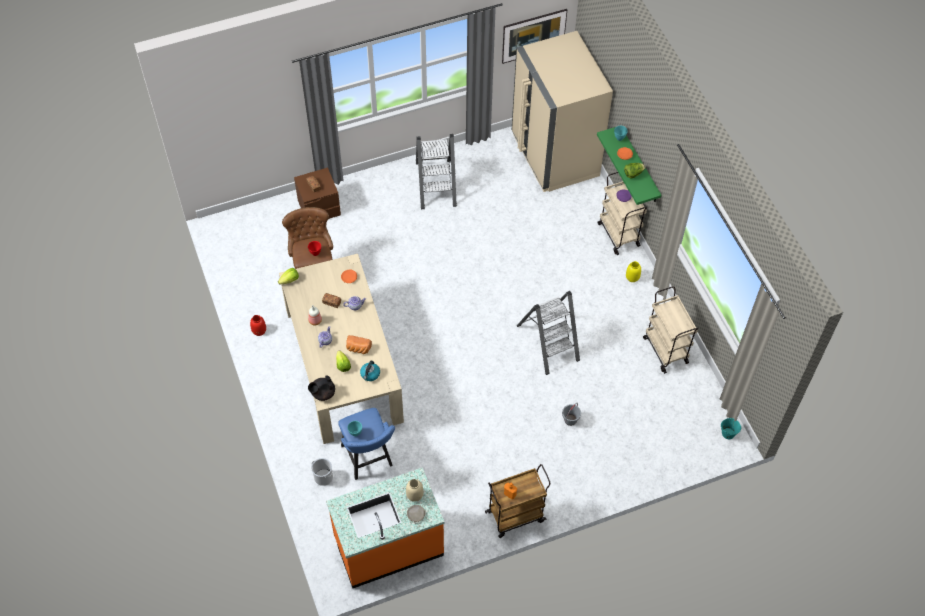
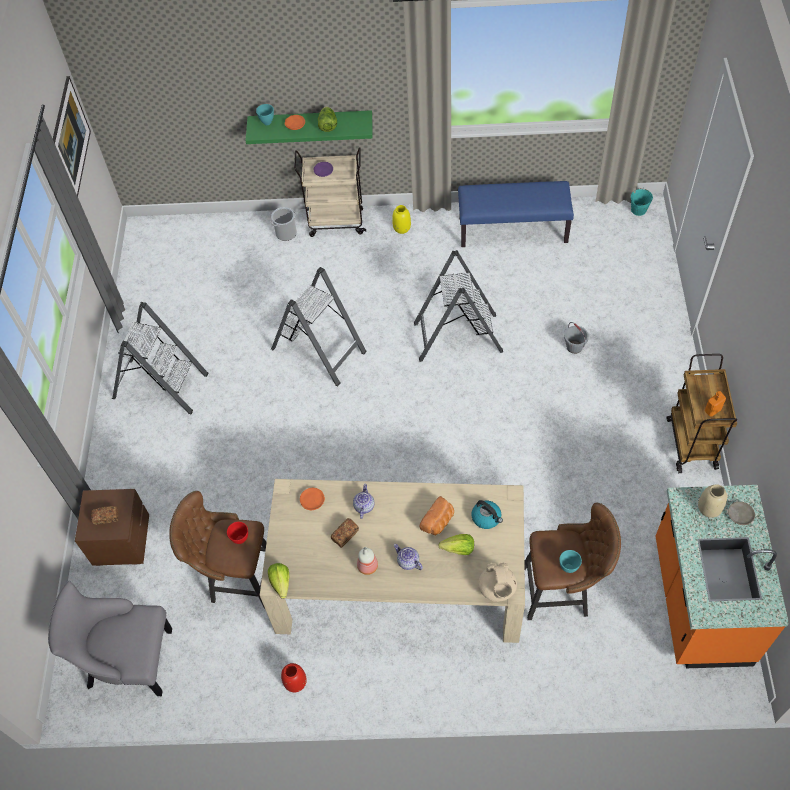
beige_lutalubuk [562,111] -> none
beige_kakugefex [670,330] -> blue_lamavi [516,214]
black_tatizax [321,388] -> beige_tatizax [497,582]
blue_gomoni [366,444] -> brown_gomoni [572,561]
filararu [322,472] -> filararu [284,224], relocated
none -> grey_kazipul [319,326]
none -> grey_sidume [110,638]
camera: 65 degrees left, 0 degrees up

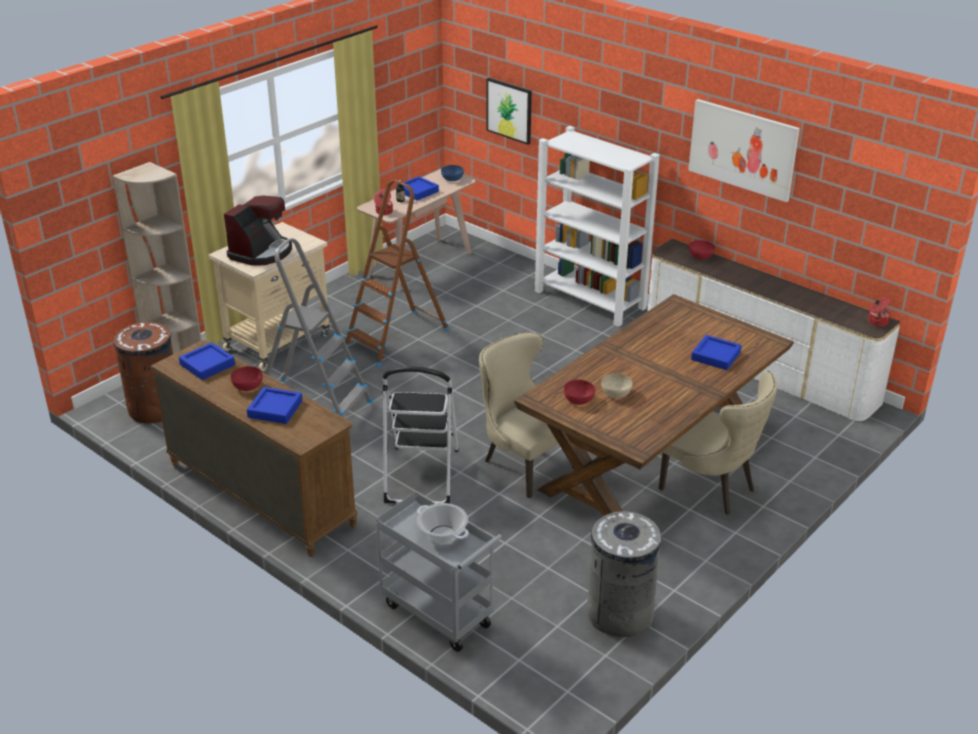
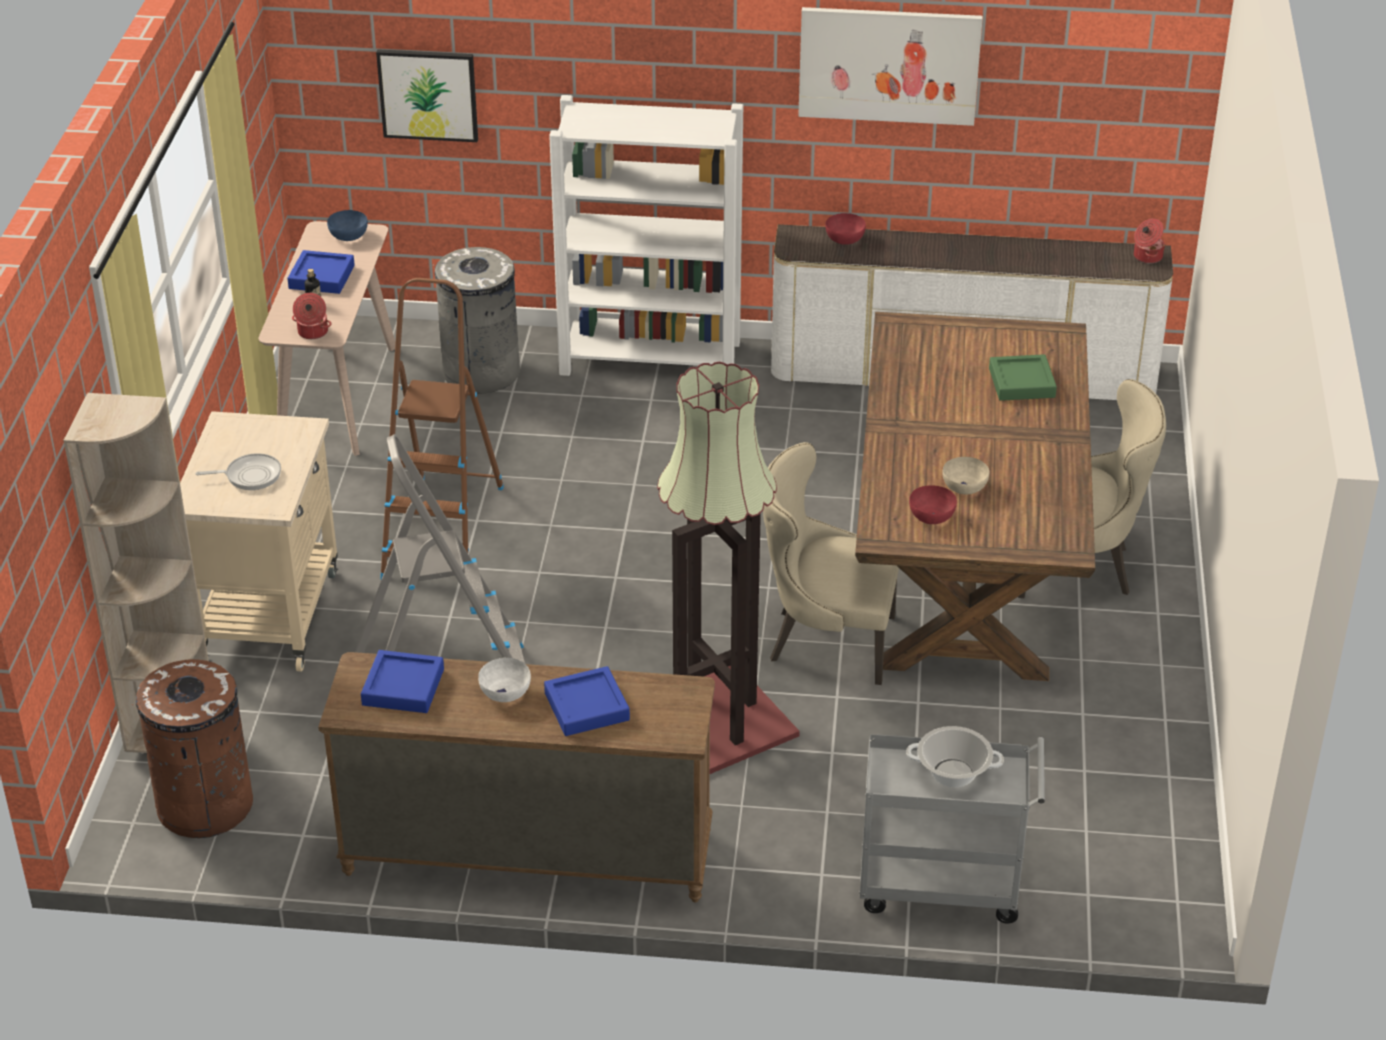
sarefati [258,231] -> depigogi [238,471]
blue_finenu [716,352] -> green_finenu [1023,377]
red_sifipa [247,378] -> white_sifipa [504,680]
kazipul [420,435] -> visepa [728,568]
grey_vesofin [624,574] -> grey_vesofin [477,320], relocated
camera: 35 degrees left, 5 degrees up

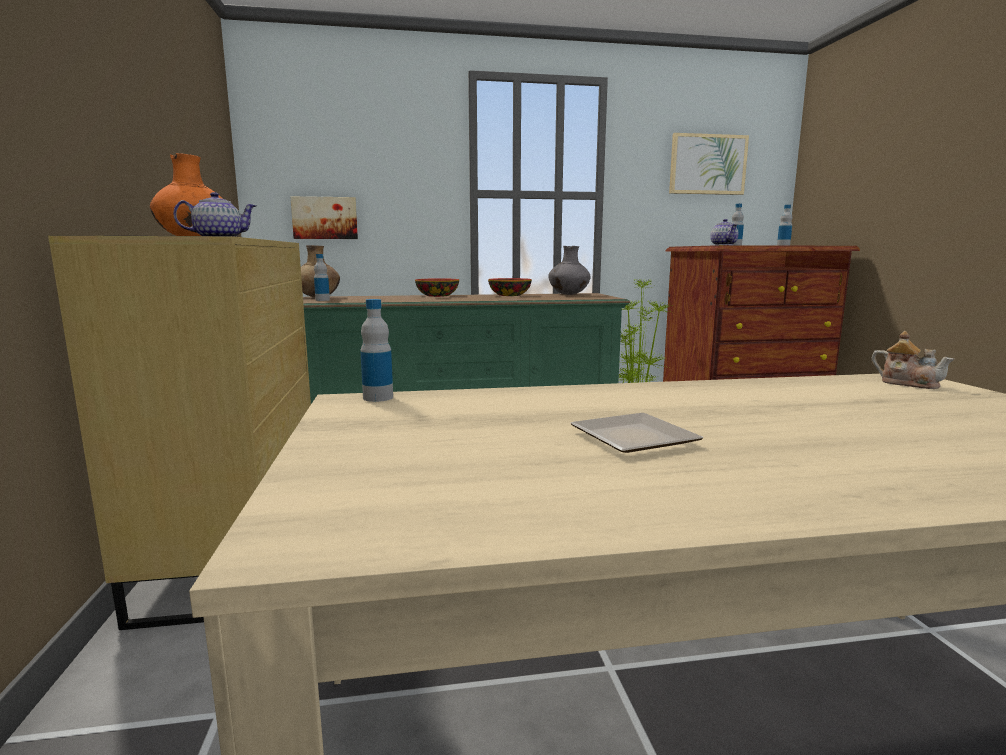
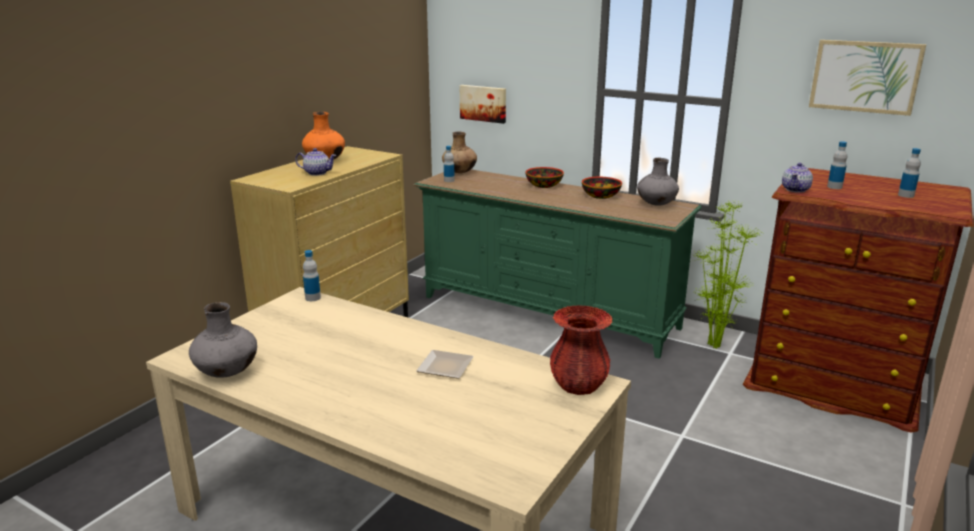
tatizax [913,360] -> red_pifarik [581,350]
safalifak [637,433] -> safalifak [445,364], relocated
none -> grey_pifarik [223,340]
camera: 40 degrees right, 10 degrees up

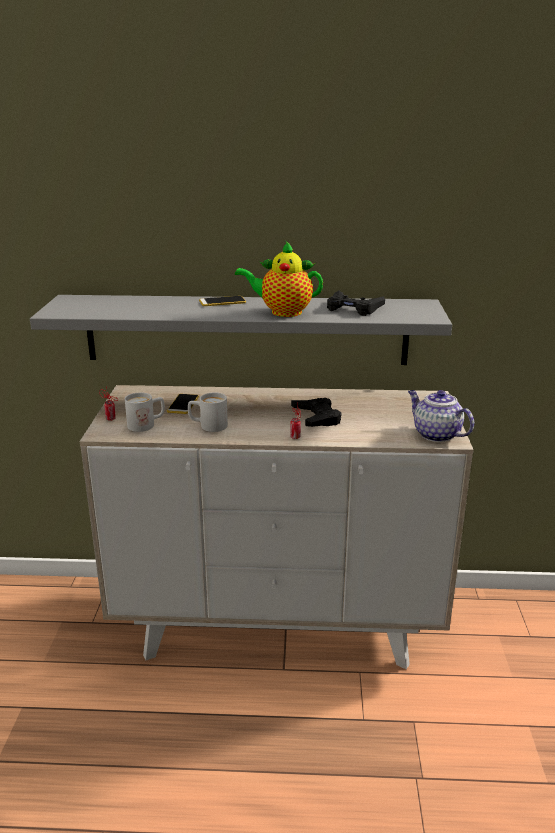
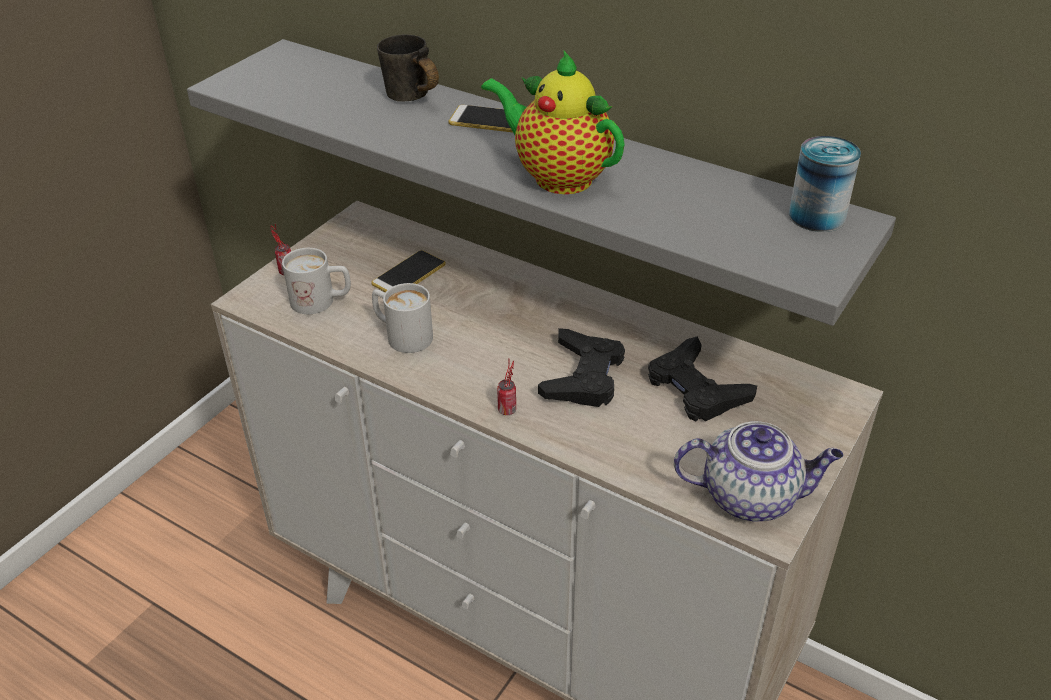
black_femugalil [356,303] -> black_femugalil [702,378], relocated
tatizax [441,416] -> tatizax [759,471], 105 degrees clockwise
none -> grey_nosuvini [408,68]
none -> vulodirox [825,184]
camera: 30 degrees right, 15 degrees up

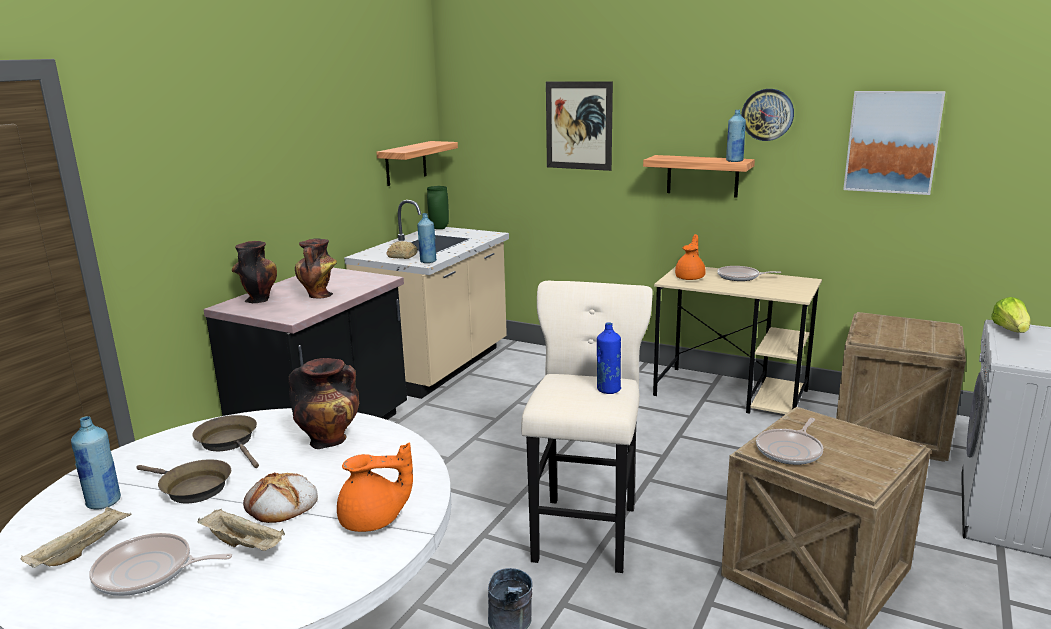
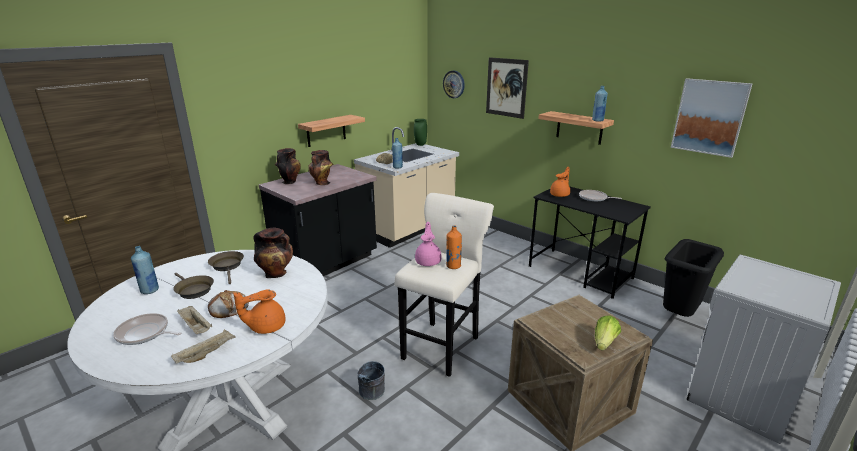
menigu [767,115] -> menigu [454,84], relocated
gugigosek [417,163] -> gugigosek [331,131], relocated
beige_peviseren [737,340] -> black_peviseren [590,242]
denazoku [1011,315] -> denazoku [608,333], relocated
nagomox [901,387] -> black_vesofin [693,278]
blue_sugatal [609,358] -> orange_sugatal [454,247]
depigogi [789,441] -> none
orange_tatizax [375,487] -> orange_tatizax [259,312], 150 degrees clockwise
beige_finenu [76,537] -> beige_finenu [203,346], relocated
none -> pink_tatizax [428,244]
camera: 15 degrees right, 5 degrees up

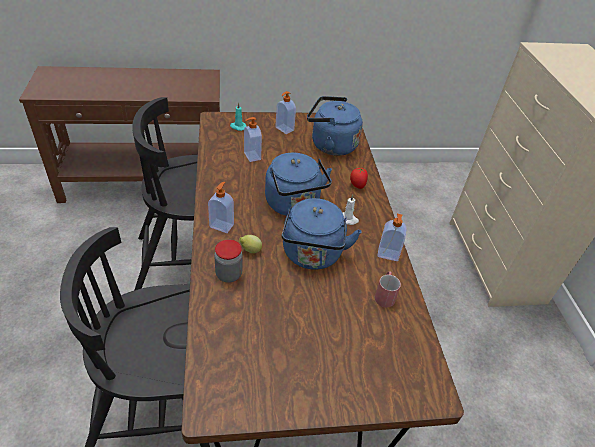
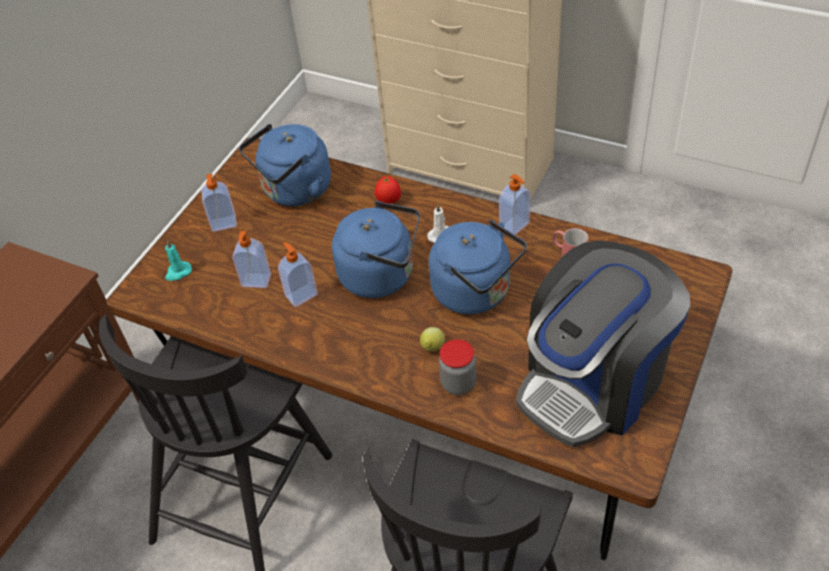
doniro [221,207] -> doniro [298,274], relocated
none -> sarefati [603,343]
camera: 50 degrees left, 5 degrees up

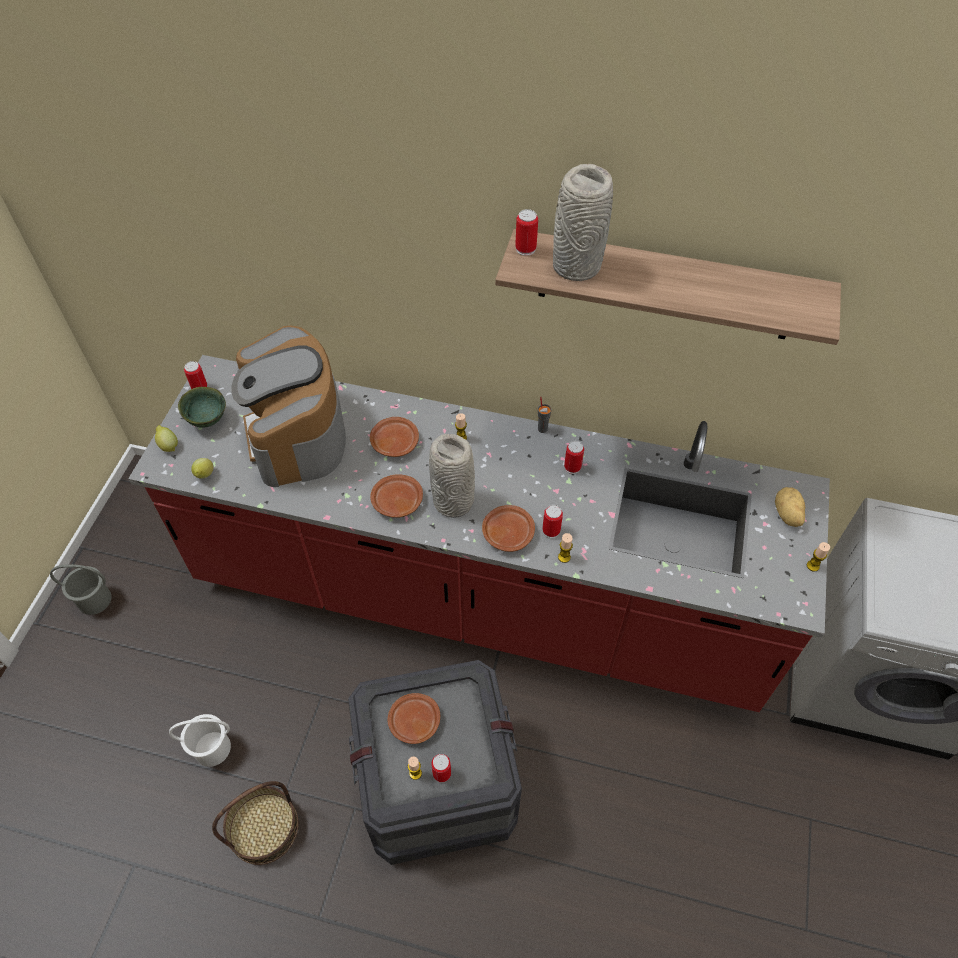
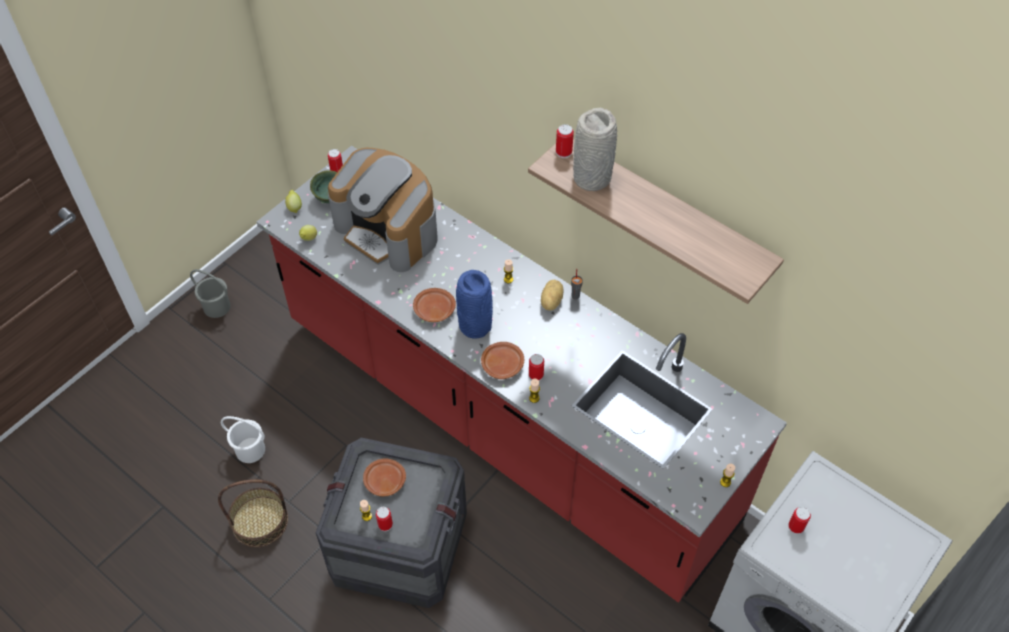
sarefati [289,406] -> sarefati [383,210], 60 degrees counterclockwise
brown_safalifak [394,437] -> none
grey_pifarik [452,476] -> blue_pifarik [474,304]
vulodirox [574,457] -> vulodirox [799,520], relocated
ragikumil [790,507] -> ragikumil [552,295], relocated
camera: 25 degrees right, 0 degrees up

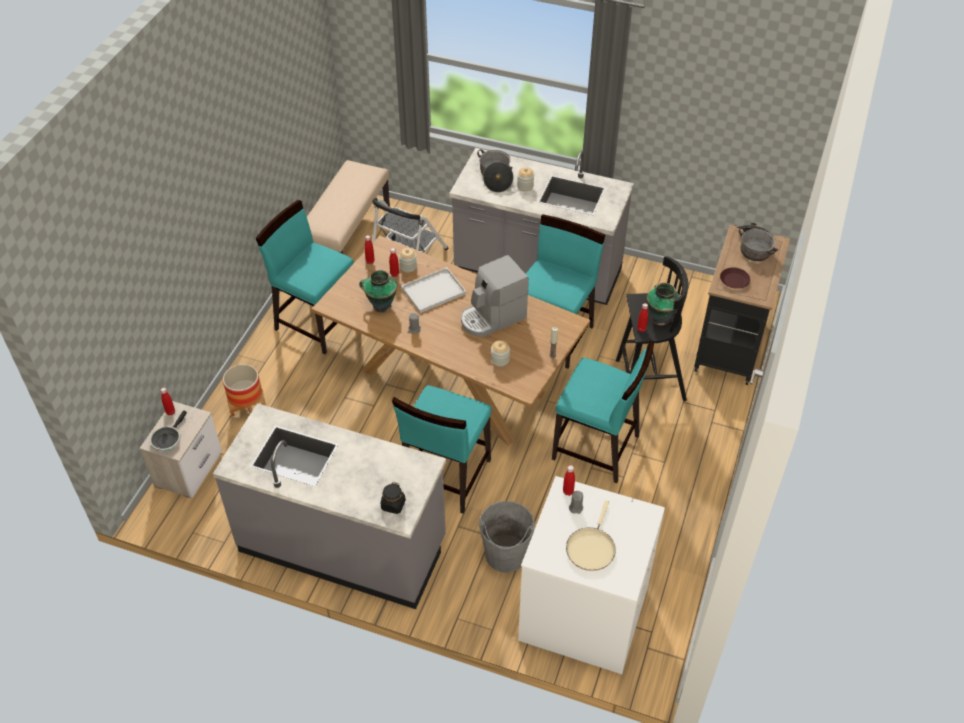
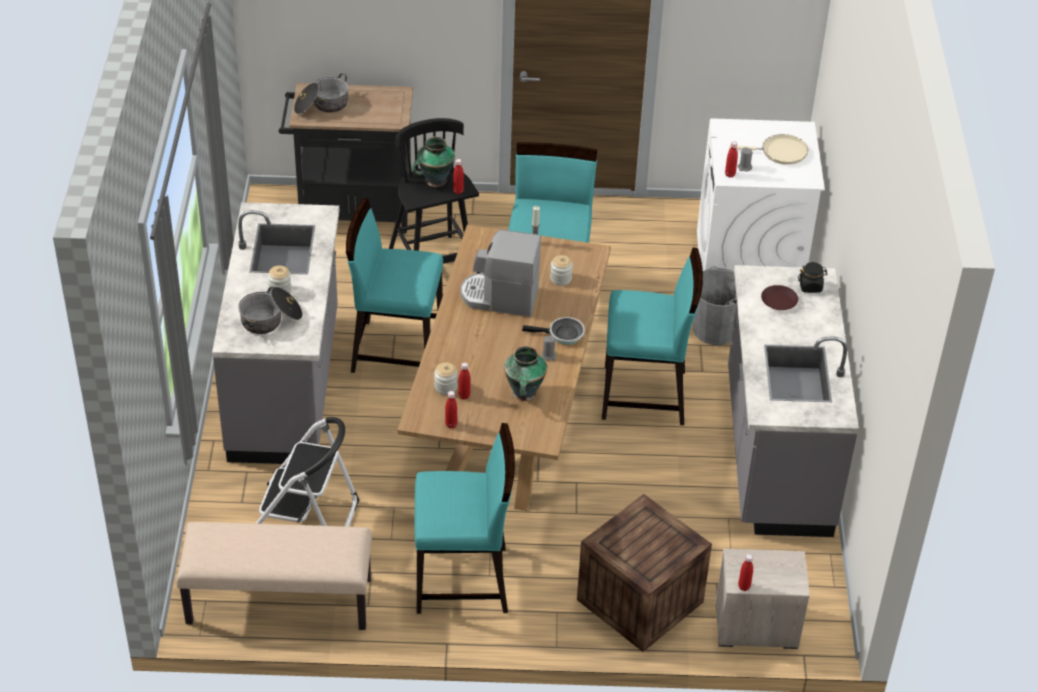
turquoise_sidume [305,277] -> turquoise_sidume [464,518], 105 degrees counterclockwise
sarefati [495,296] -> sarefati [501,273], 150 degrees clockwise
white_finenu [433,290] -> none
brown_safalifak [735,278] -> brown_safalifak [779,297], relocated
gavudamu [244,390] -> nagomox [644,573]
depigogi [168,431] -> depigogi [553,331], relocated
camera: 110 degrees left, 5 degrees down

